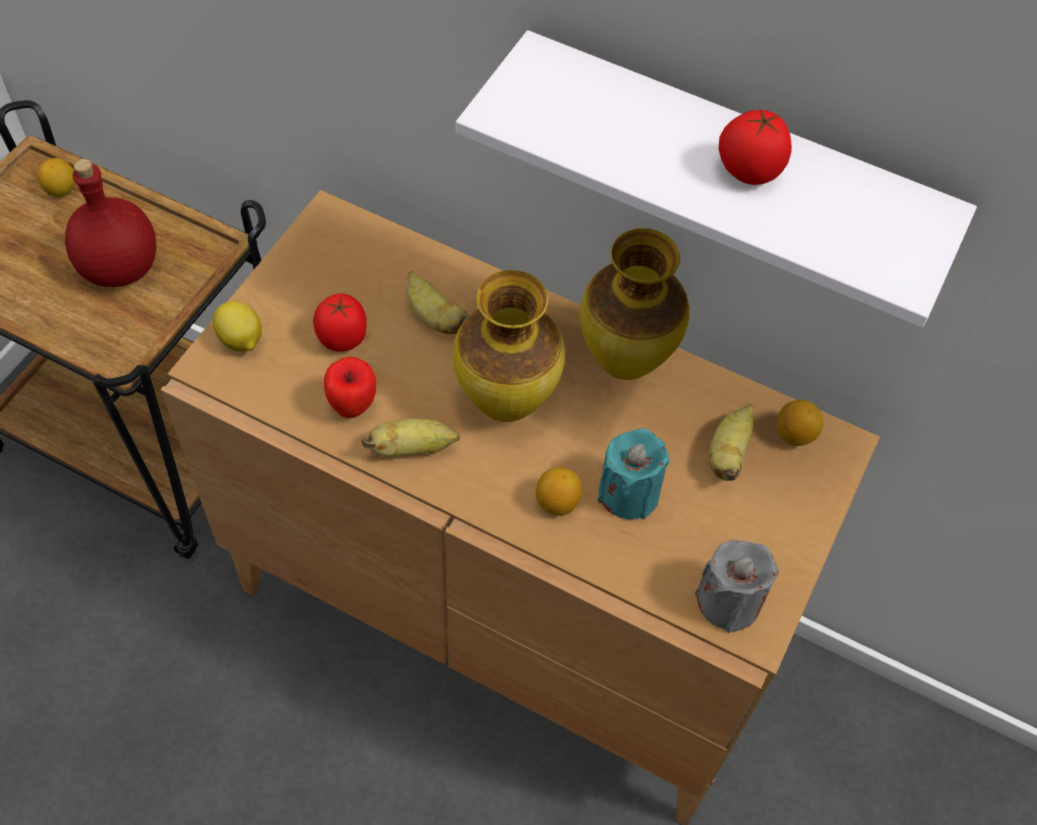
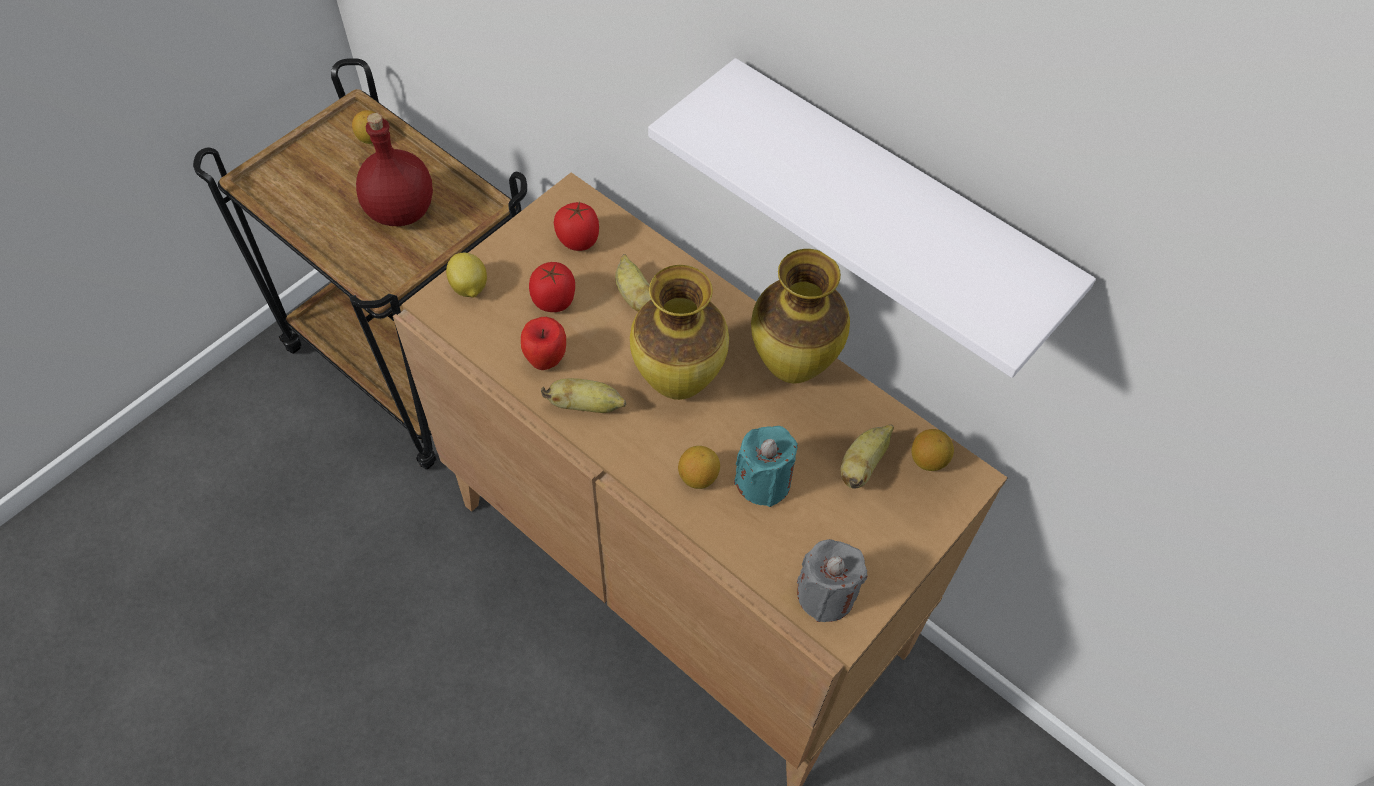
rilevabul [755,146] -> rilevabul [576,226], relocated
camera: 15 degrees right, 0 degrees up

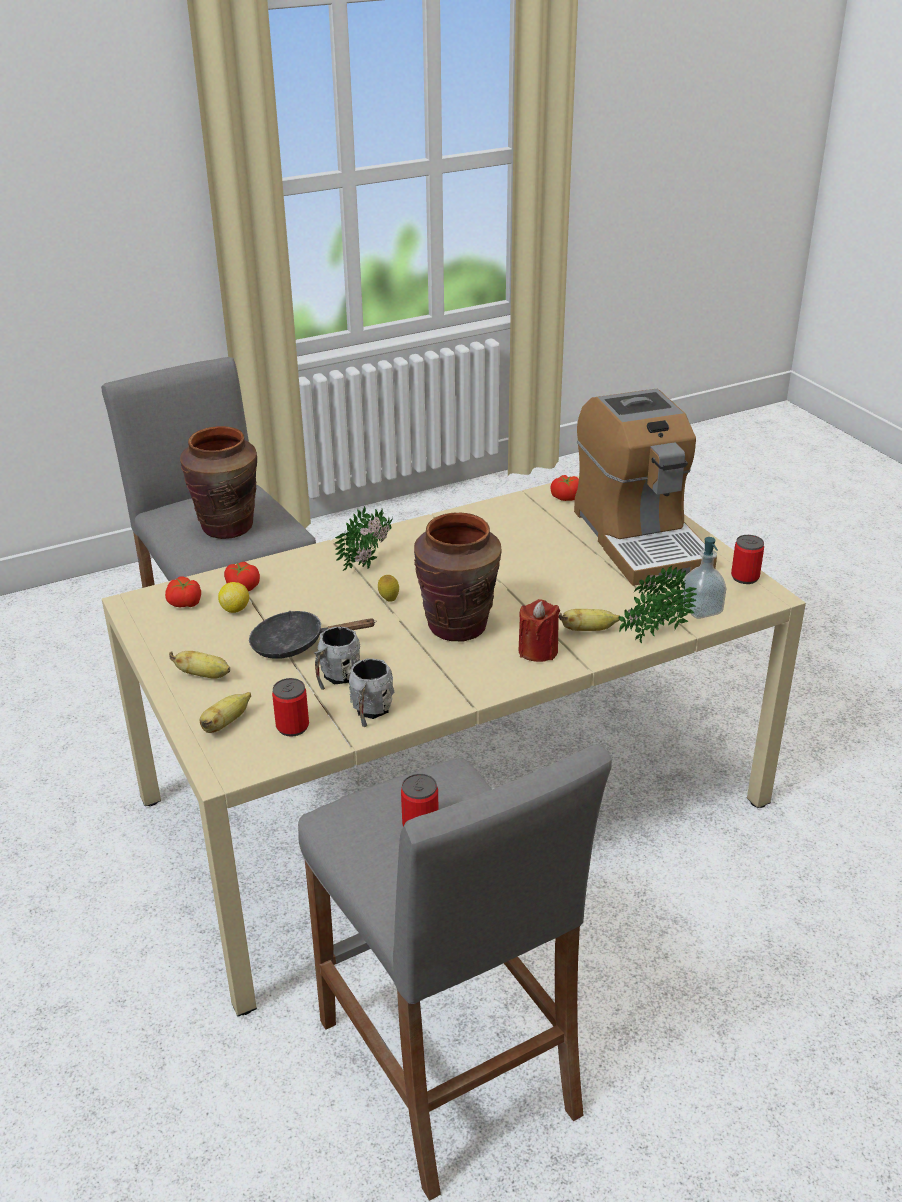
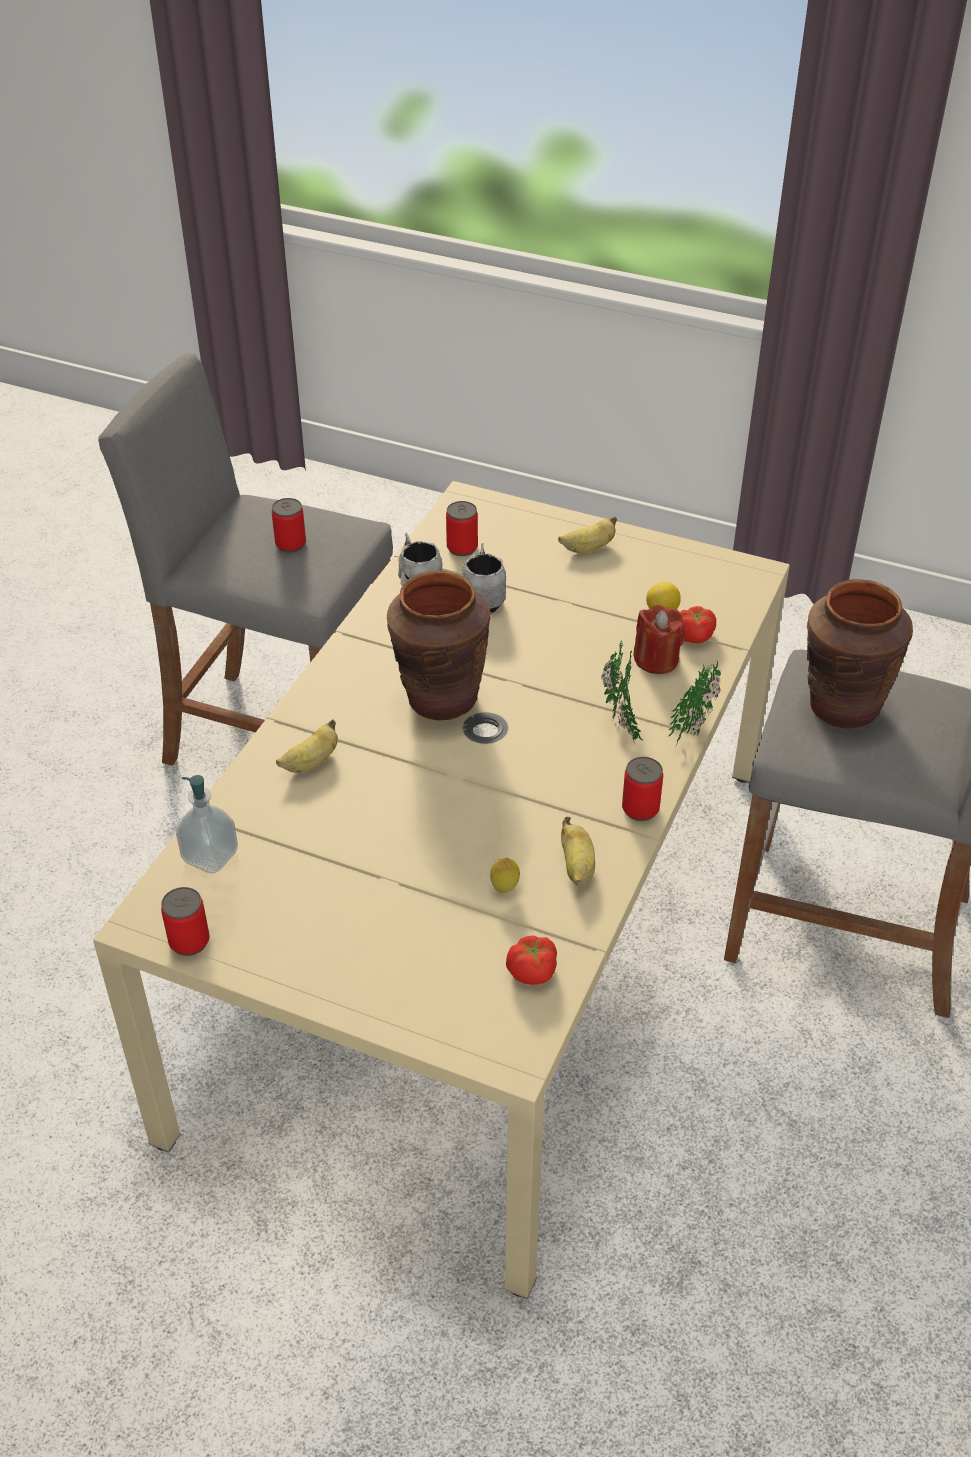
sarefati [645,487] -> none
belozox [657,604] -> belozox [695,702], relocated
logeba [388,588] -> logeba [505,875], relocated
rilevabul [183,592] -> none
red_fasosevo [539,630] -> red_fasosevo [659,639], relocated
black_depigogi [312,635] -> none
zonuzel [225,712] -> zonuzel [578,851], relocated
none -> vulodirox [642,789]
camera: 140 degrees right, 10 degrees up

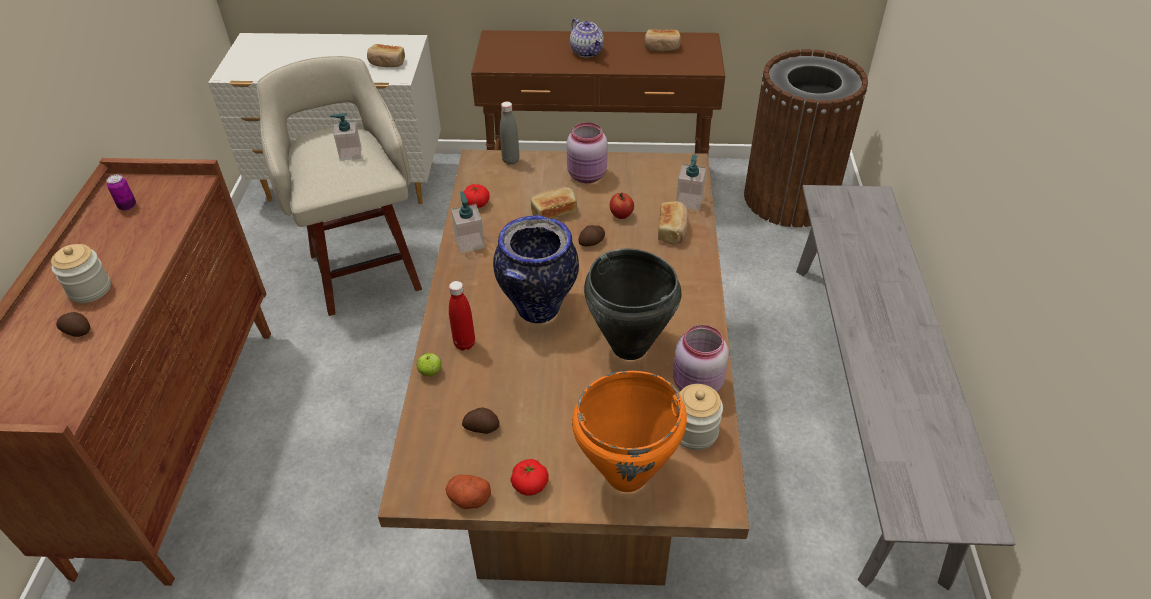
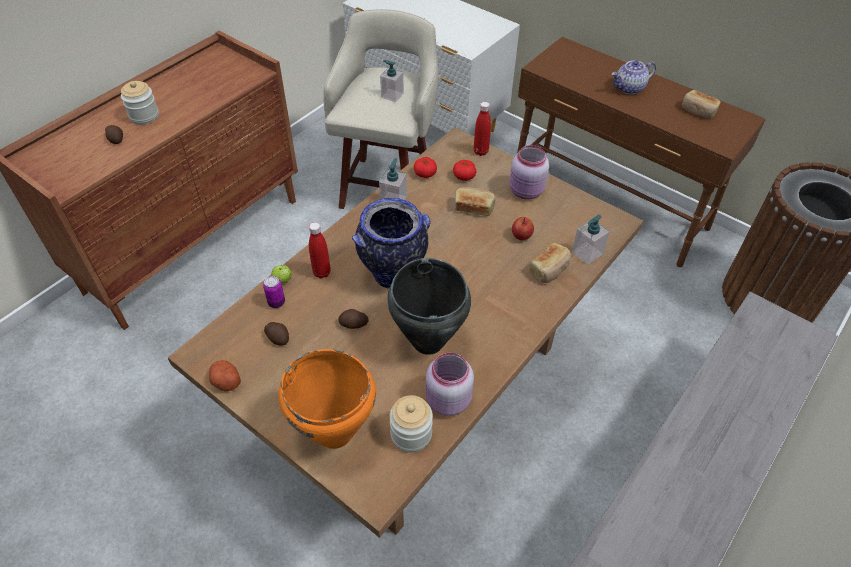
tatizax [587,37] -> tatizax [634,77], 60 degrees clockwise
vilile [386,55] -> none
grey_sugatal [509,133] -> red_sugatal [482,129]
vulodirox [121,192] -> vulodirox [274,292], relocated
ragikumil [591,235] -> ragikumil [353,319], relocated
rilevabul [529,477] -> rilevabul [465,170], relocated
camera: 35 degrees right, 5 degrees up

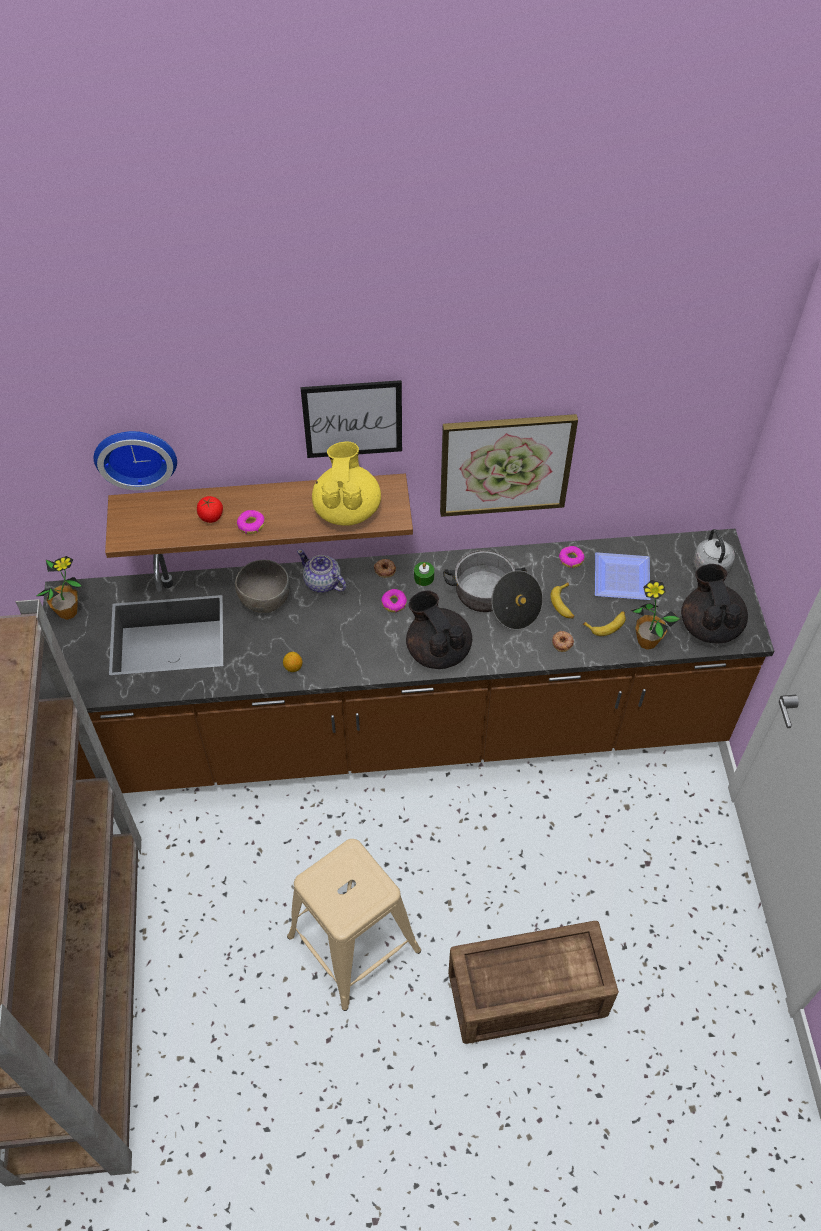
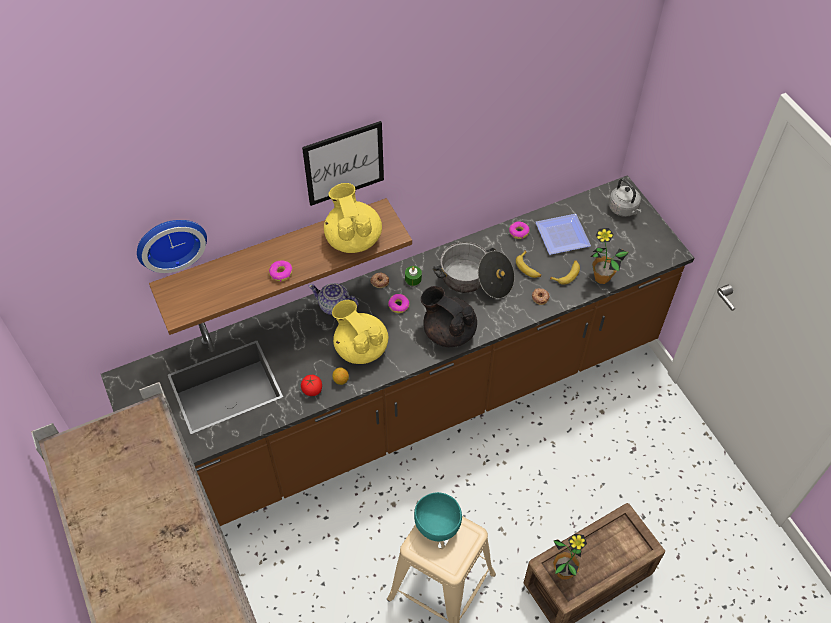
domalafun [509,465] -> none
rilevabul [210,509] -> rilevabul [311,385], relocated
belozox [59,588] -> belozox [570,557], relocated
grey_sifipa [262,586] -> none
black_tatizax [714,603] -> none
none -> yellow_tatizax [360,332]
none -> turquoise_sifipa [438,516]
camera: 20 degrees left, 0 degrees up

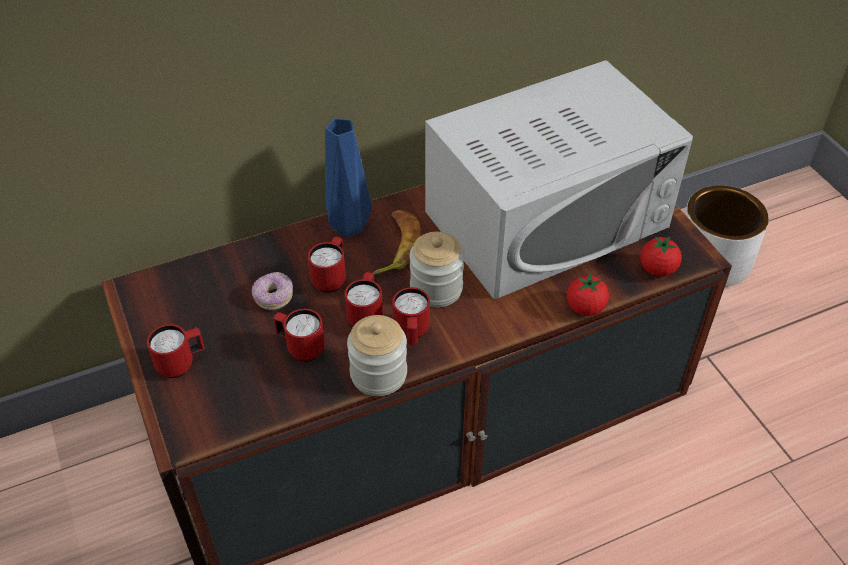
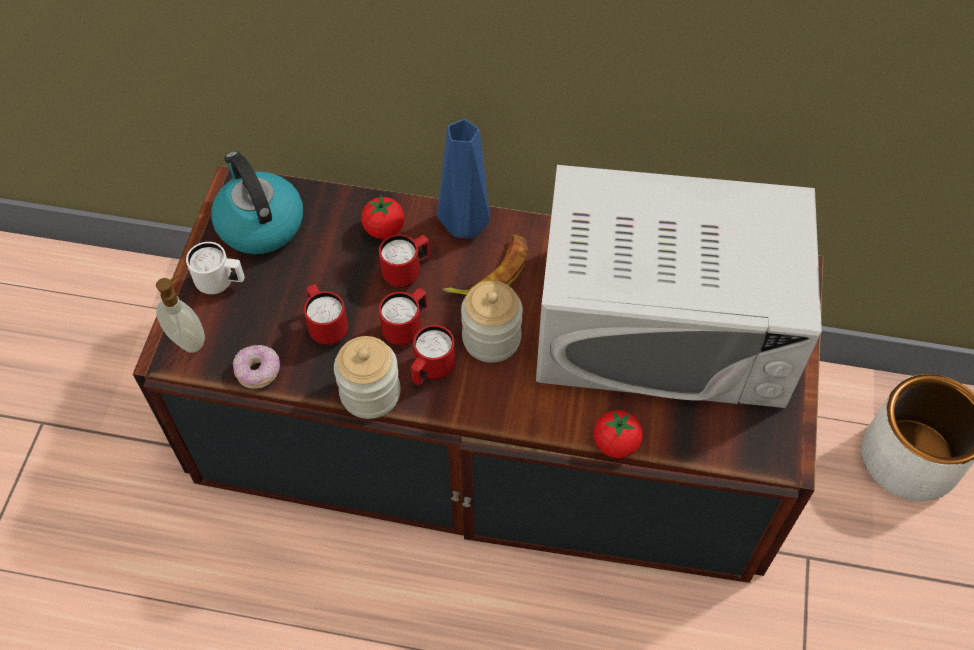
rilevabul [661,256] -> rilevabul [382,217], relocated
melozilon [272,291] -> melozilon [256,367], relocated
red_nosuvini [176,351] -> white_nosuvini [215,268]
none -> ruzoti [257,202]
none -> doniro [180,313]
camera: 35 degrees right, 10 degrees up

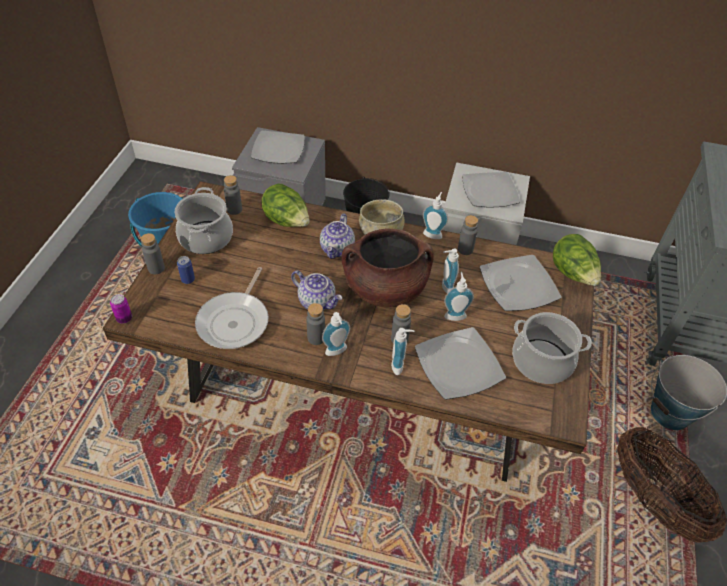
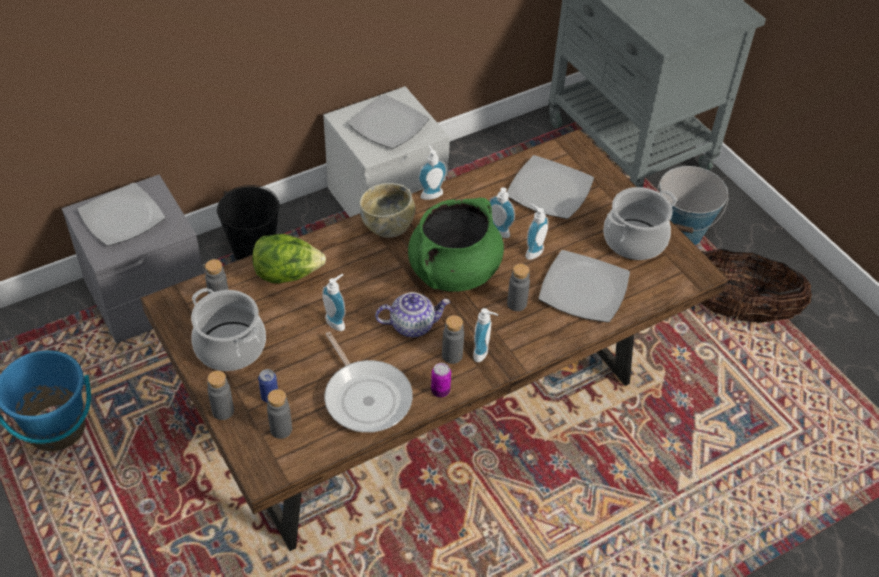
tatizax [337,236] -> none
grey_sugatal [468,235] -> grey_sugatal [279,414], relocated
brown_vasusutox [388,268] -> green_vasusutox [456,245]
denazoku [577,260] -> none
vulodirox [121,309] -> vulodirox [441,380], relocated
doniro [403,351] -> doniro [334,302], relocated
camera: 45 degrees left, 0 degrees up

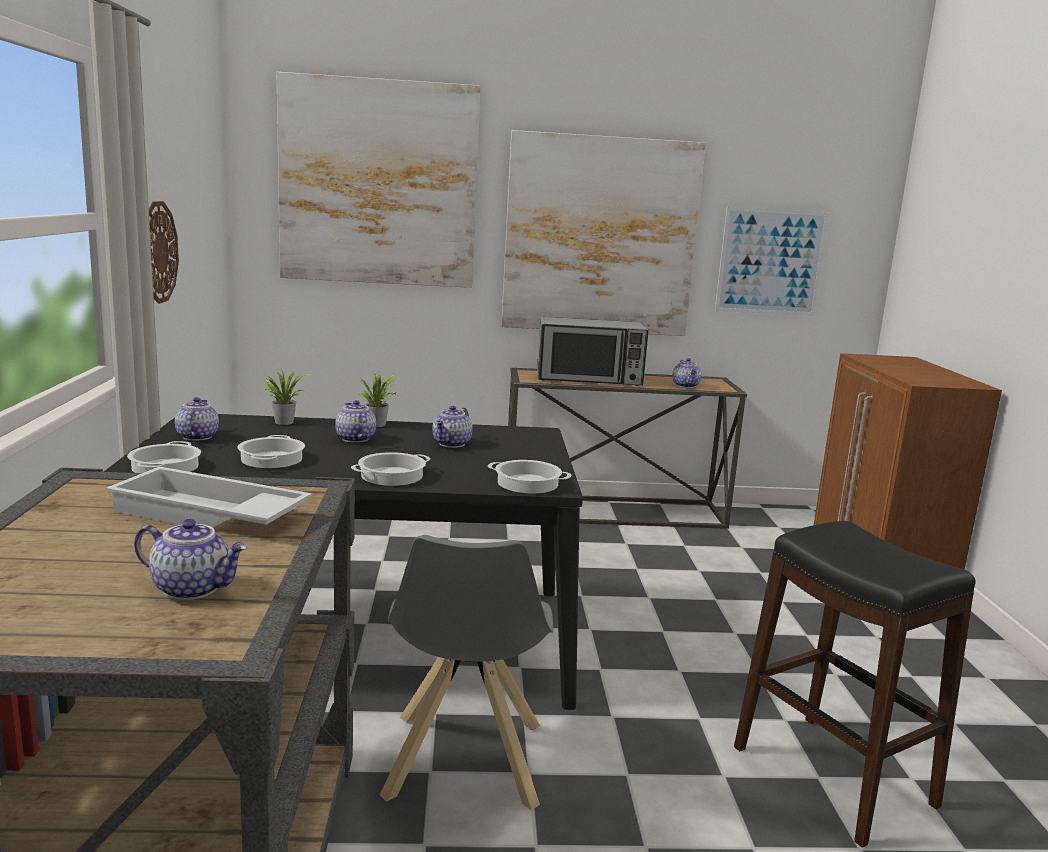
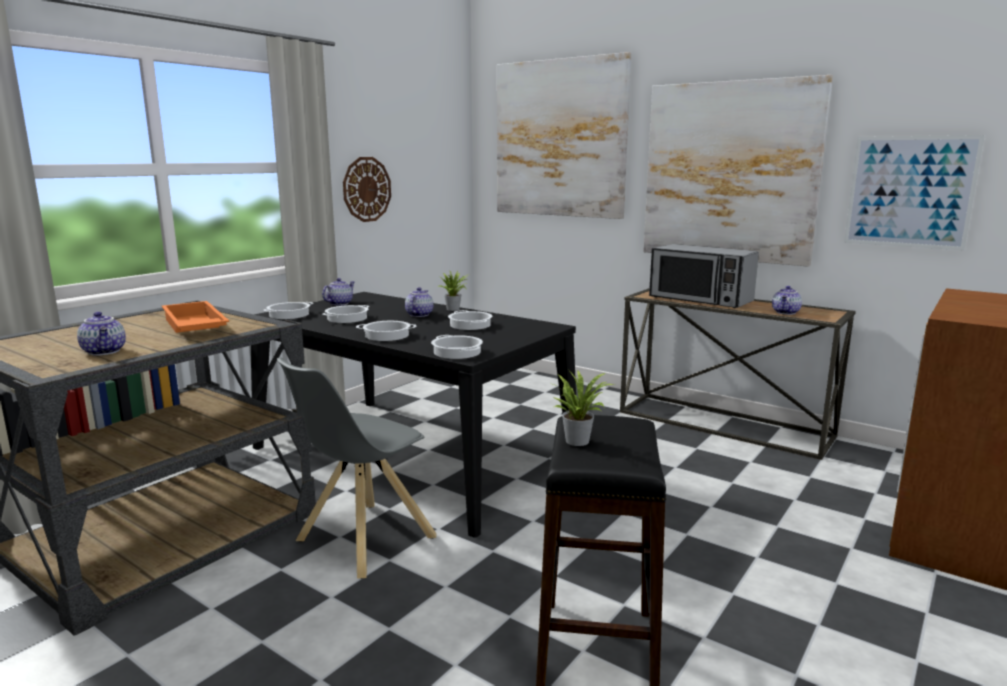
belozox [288,397] -> belozox [584,408], relocated
tatizax [452,426] -> vasusutox [470,320]
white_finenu [209,497] -> orange_finenu [195,317]
camera: 40 degrees right, 0 degrees up

